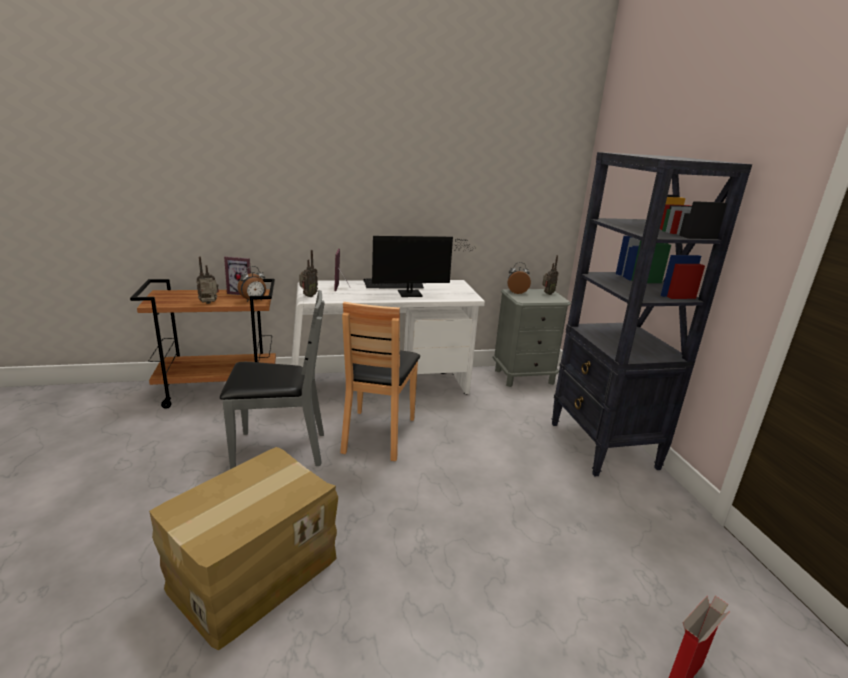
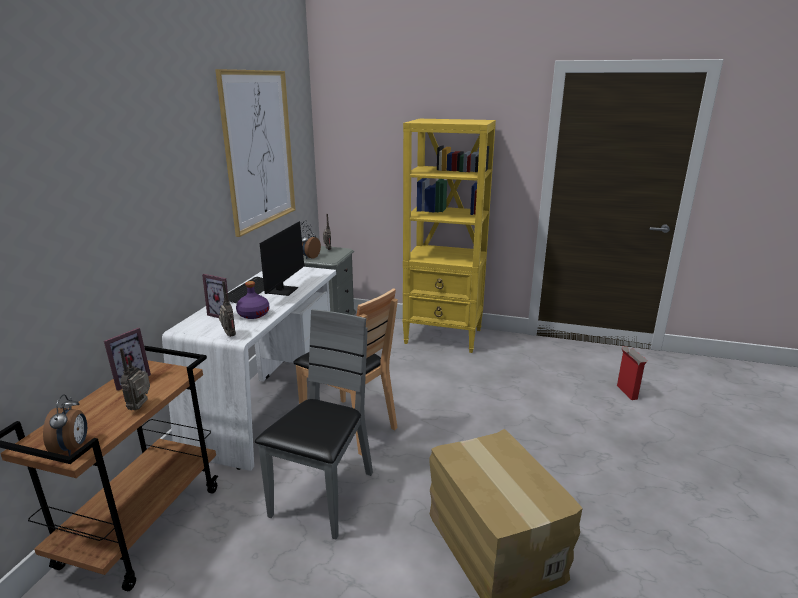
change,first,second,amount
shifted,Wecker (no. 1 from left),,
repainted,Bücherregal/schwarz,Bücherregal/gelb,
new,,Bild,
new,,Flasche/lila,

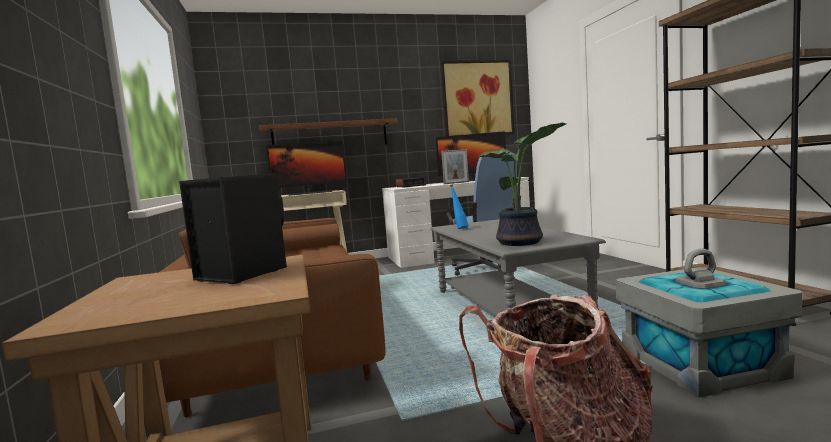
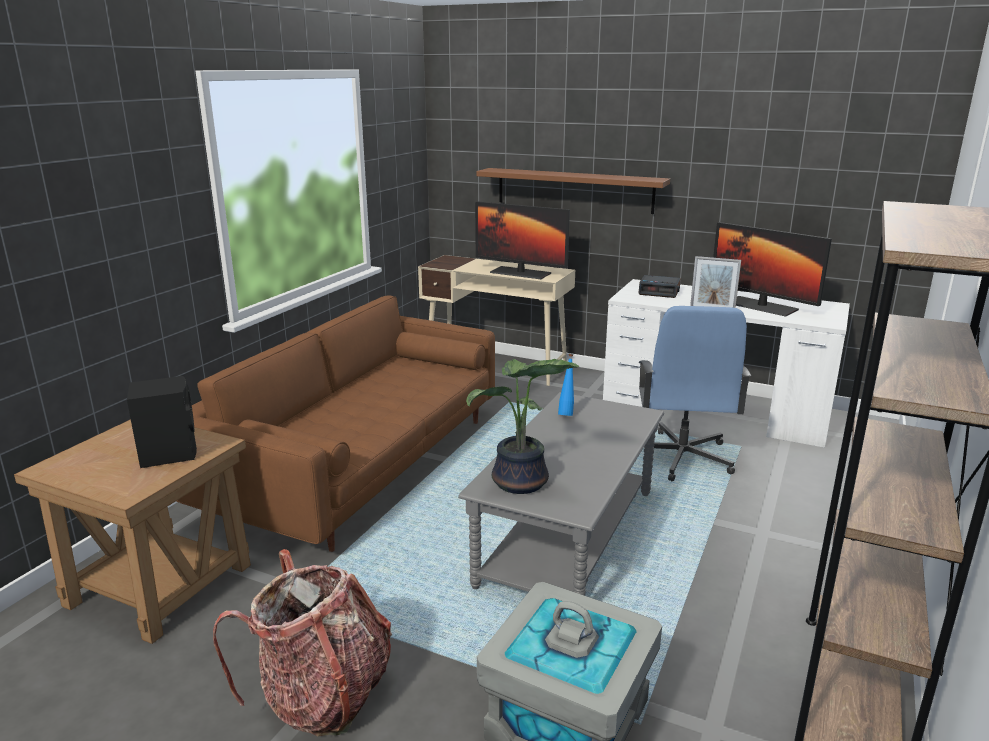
change,first,second,amount
gone,Bild,,

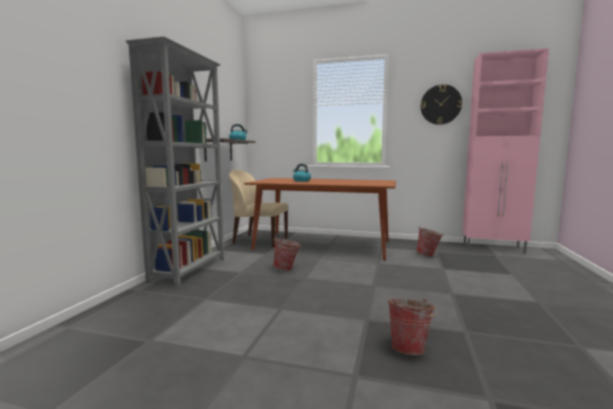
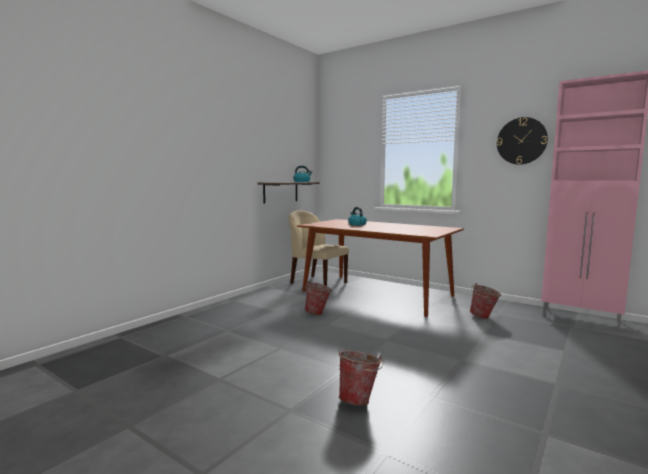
change,first,second,amount
gone,Bücherregal/grau,,

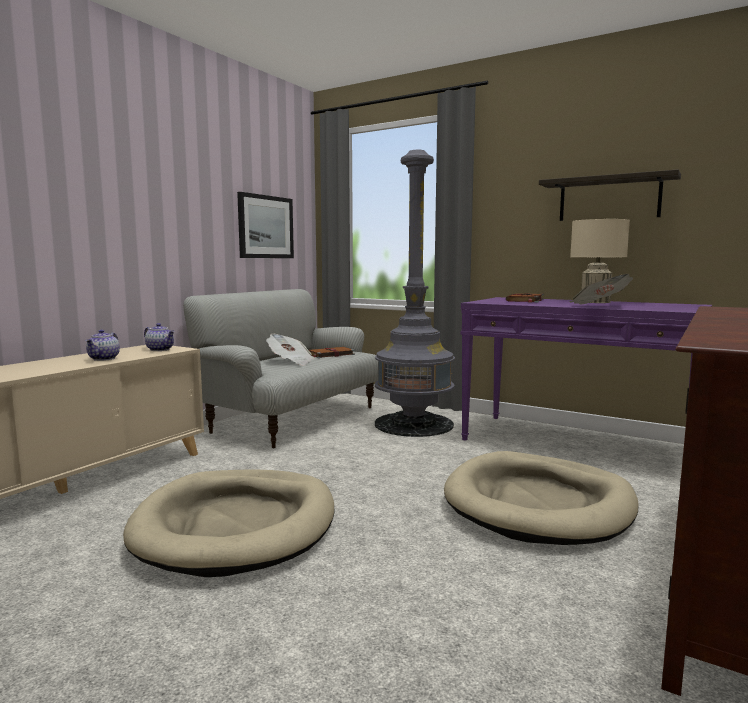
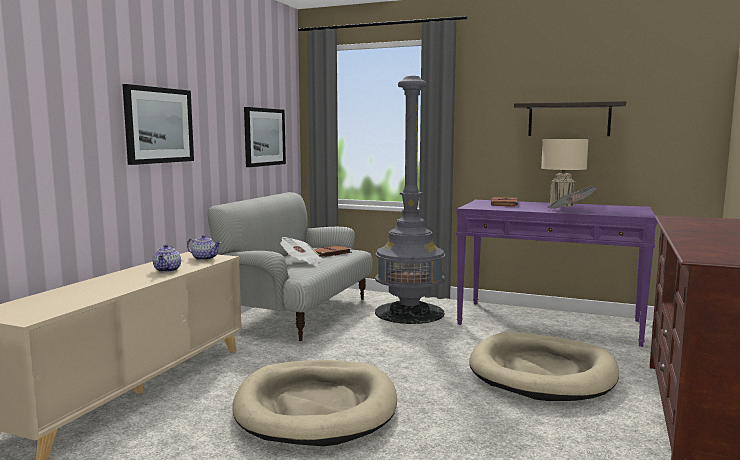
change,first,second,amount
new,,Bild (no. 1 from left),

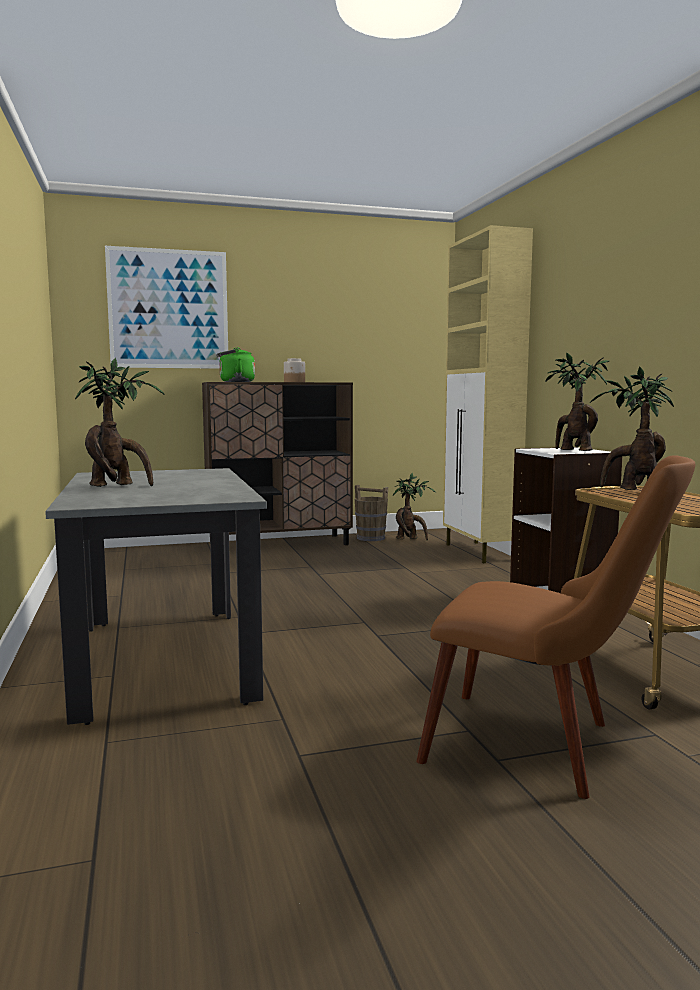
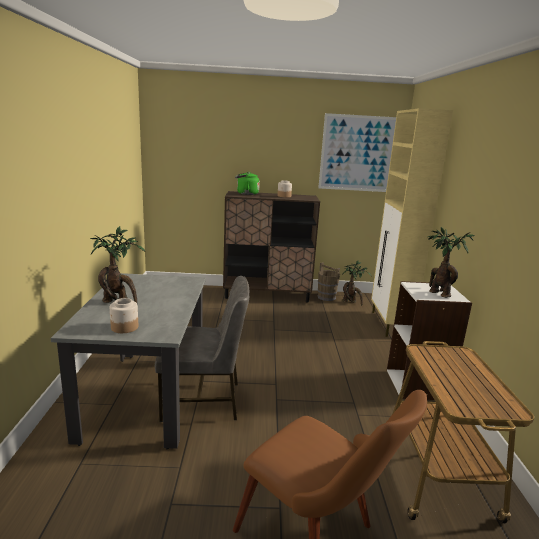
change,first,second,amount
shifted,Bild,,
gone,Topfpflanze (no. 4 from left),,
new,,Vorratsglas (no. 1 from left),
new,,Stuhl/grau,

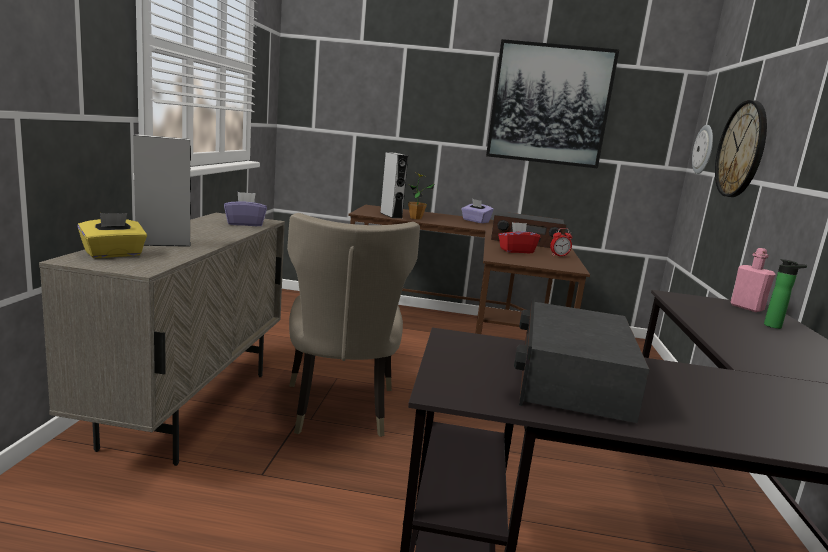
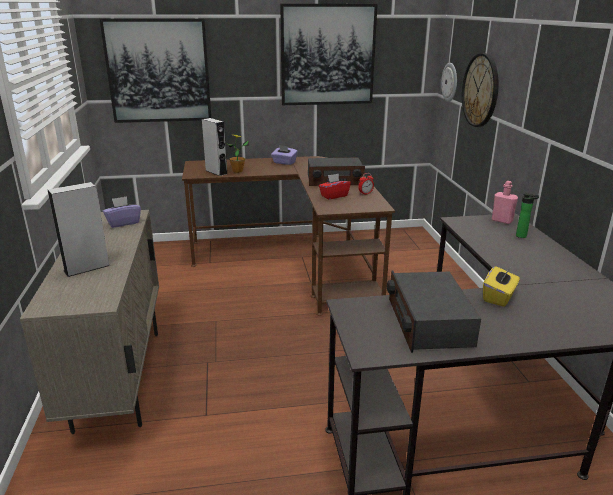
change,first,second,amount
shifted,Taschentuchbox/gelb,,
gone,Stuhl/beige,,
new,,Bild (no. 1 from left),

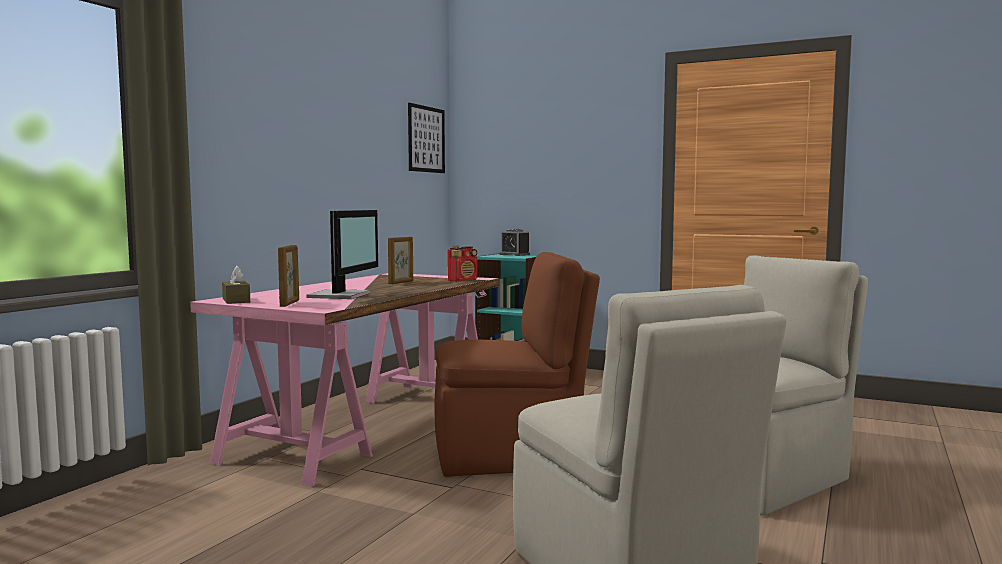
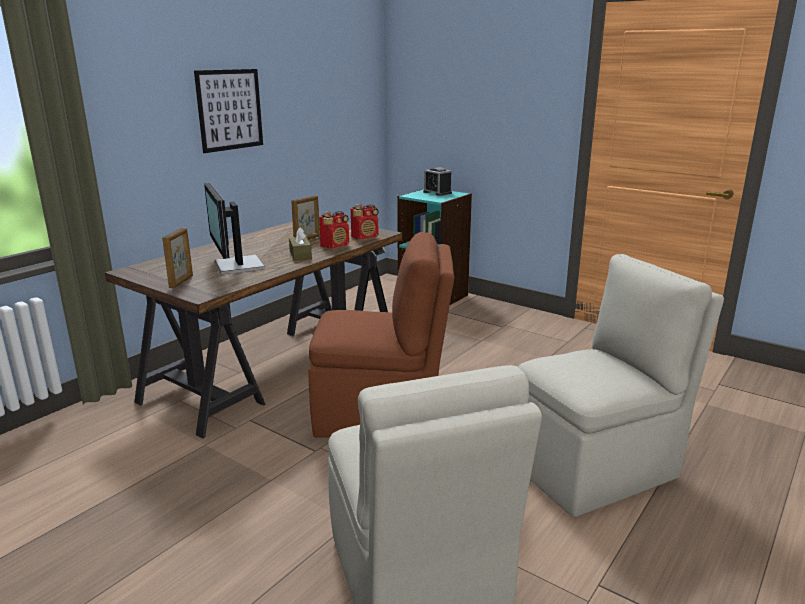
change,first,second,amount
repainted,Schreibtisch/rosa,Schreibtisch/braun,
shifted,Taschentuchbox/braun,,
rotated,Monitor,,135 degrees clockwise
shifted,Bild,,
new,,Radio (no. 1 from left),

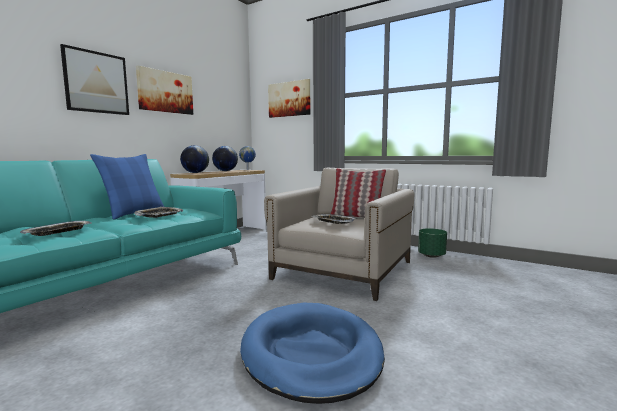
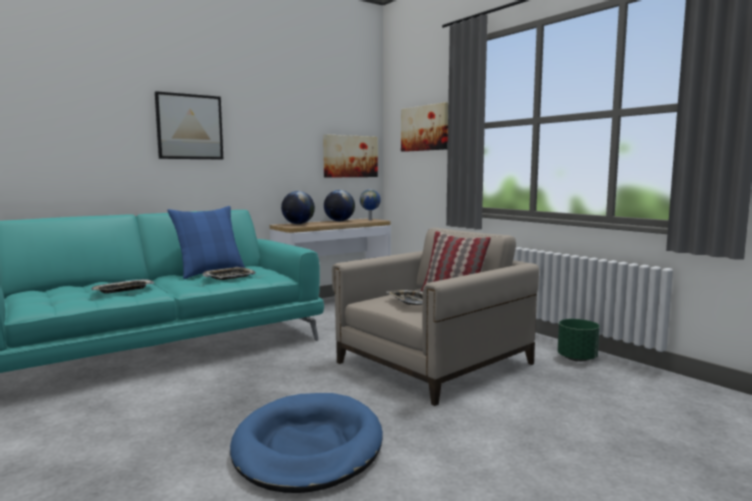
change,first,second,amount
shifted,Bild (no. 2 from left),,

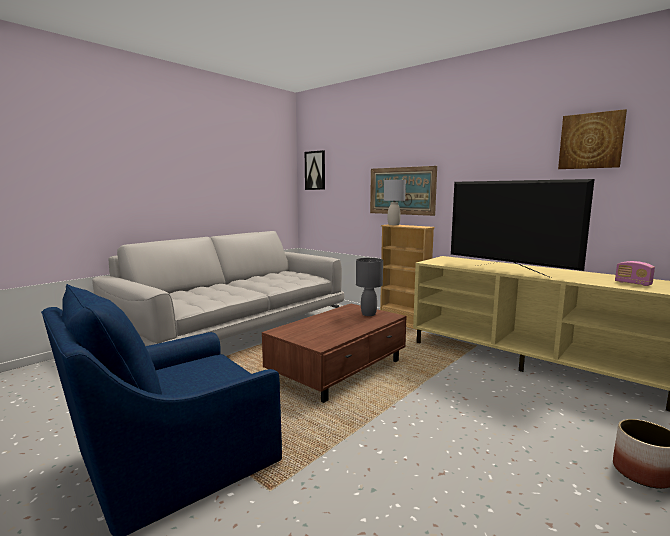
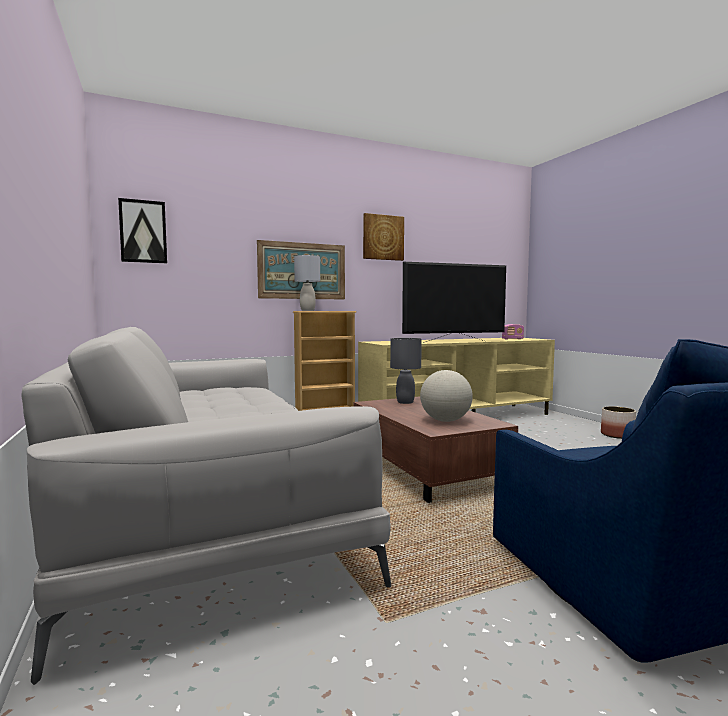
change,first,second,amount
shifted,Bild (no. 3 from left),,
new,,Globus,

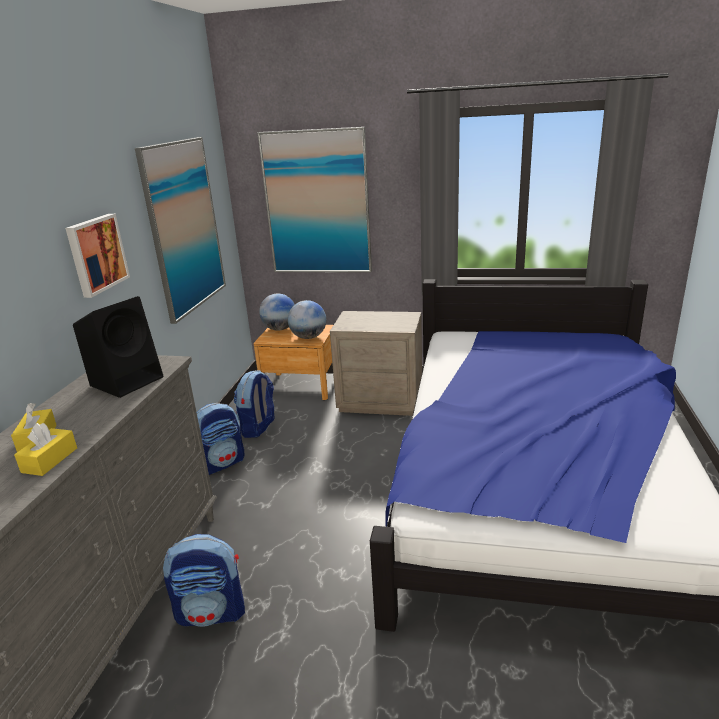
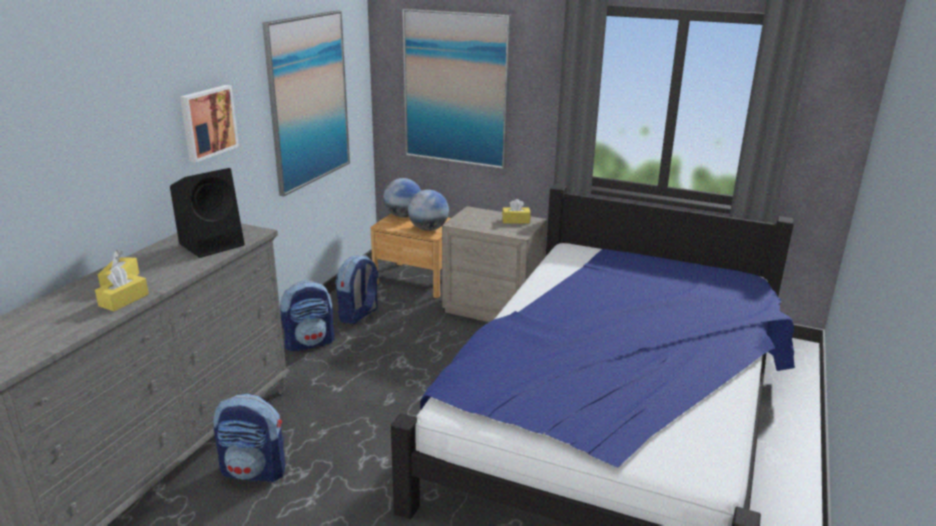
change,first,second,amount
new,,Taschentuchbox/gelb (no. 3 from left),

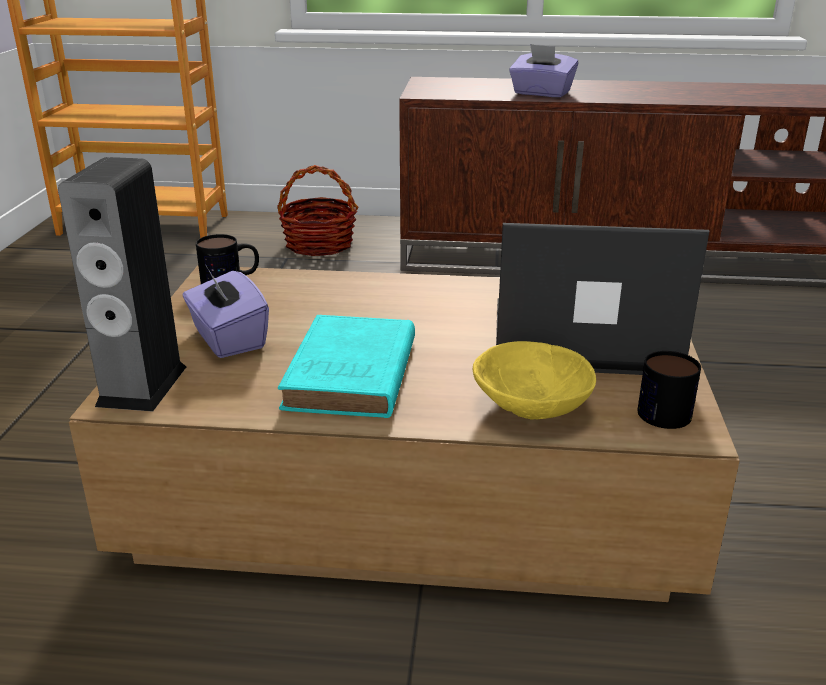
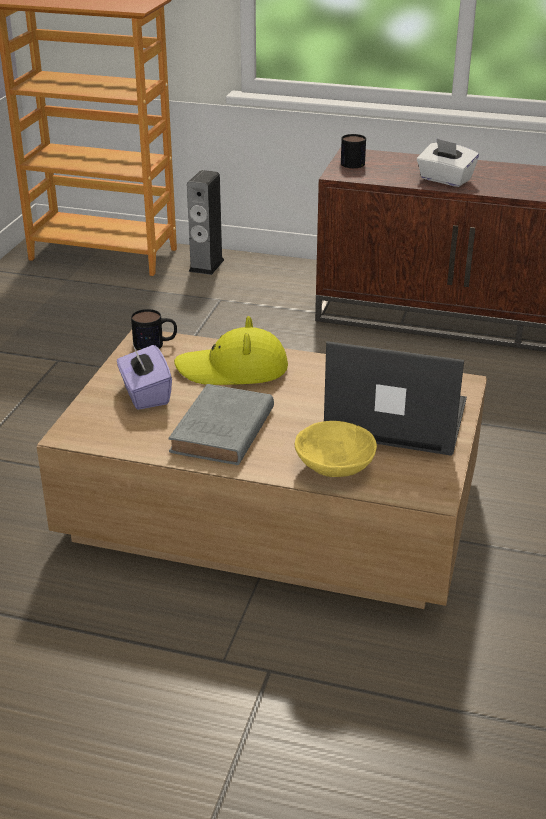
change,first,second,amount
shifted,Lautsprecher,,
gone,Korb,,
repainted,Buch/türkis,Buch/grau,
repainted,Taschentuchbox/lila (no. 2 from left),Taschentuchbox/weiß,
shifted,Henkelbecher (no. 2 from left),,
new,,Hut/gelb,

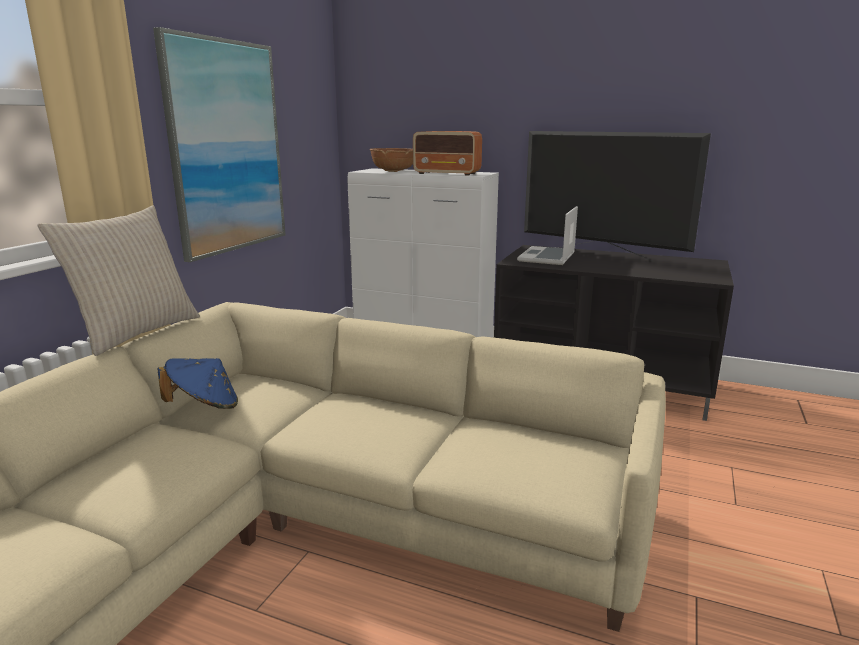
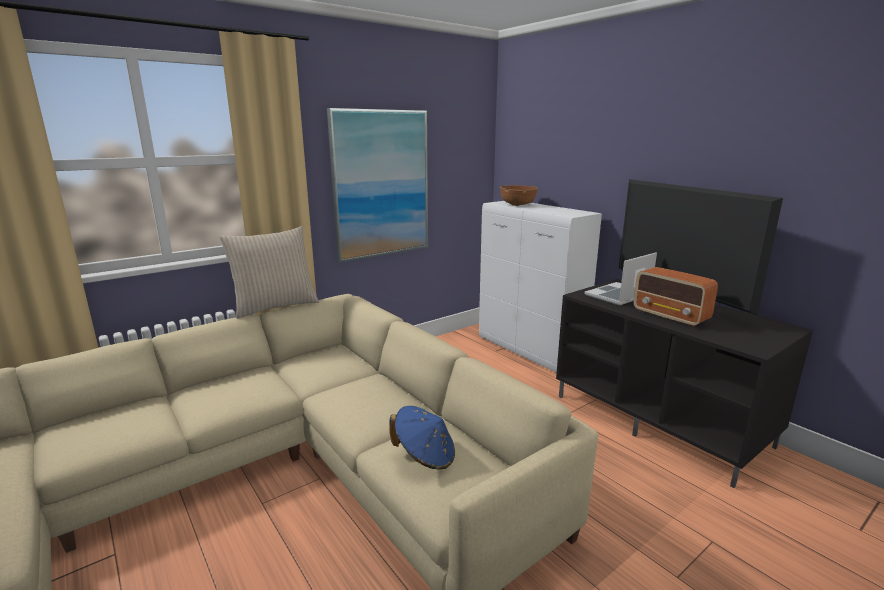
change,first,second,amount
shifted,Hut/blau,,
shifted,Radio,,

